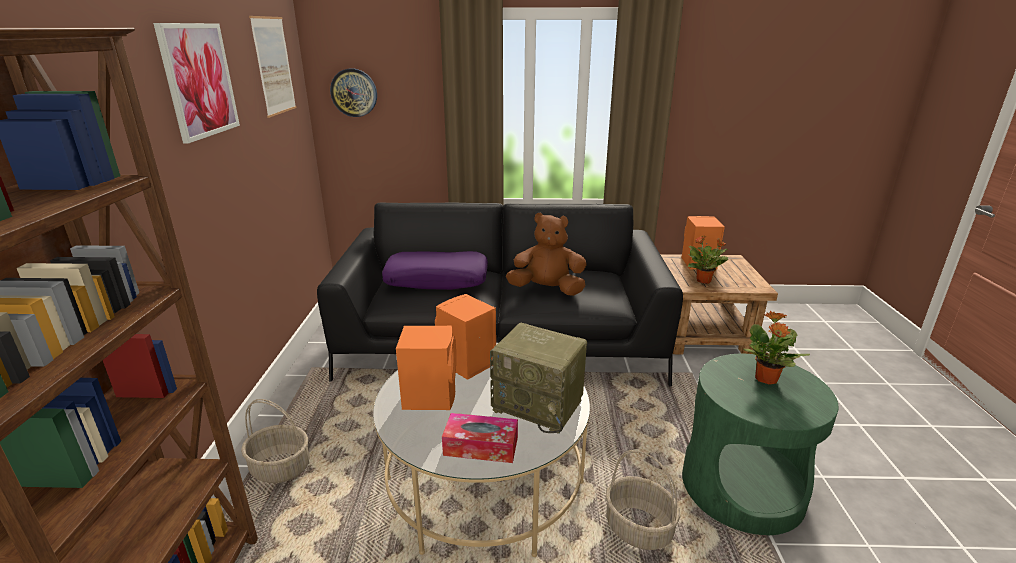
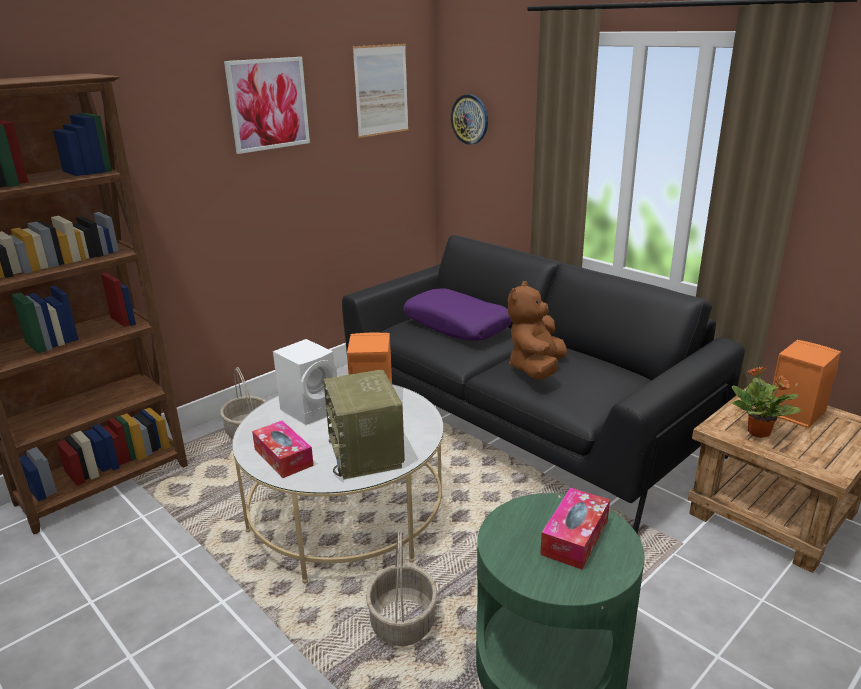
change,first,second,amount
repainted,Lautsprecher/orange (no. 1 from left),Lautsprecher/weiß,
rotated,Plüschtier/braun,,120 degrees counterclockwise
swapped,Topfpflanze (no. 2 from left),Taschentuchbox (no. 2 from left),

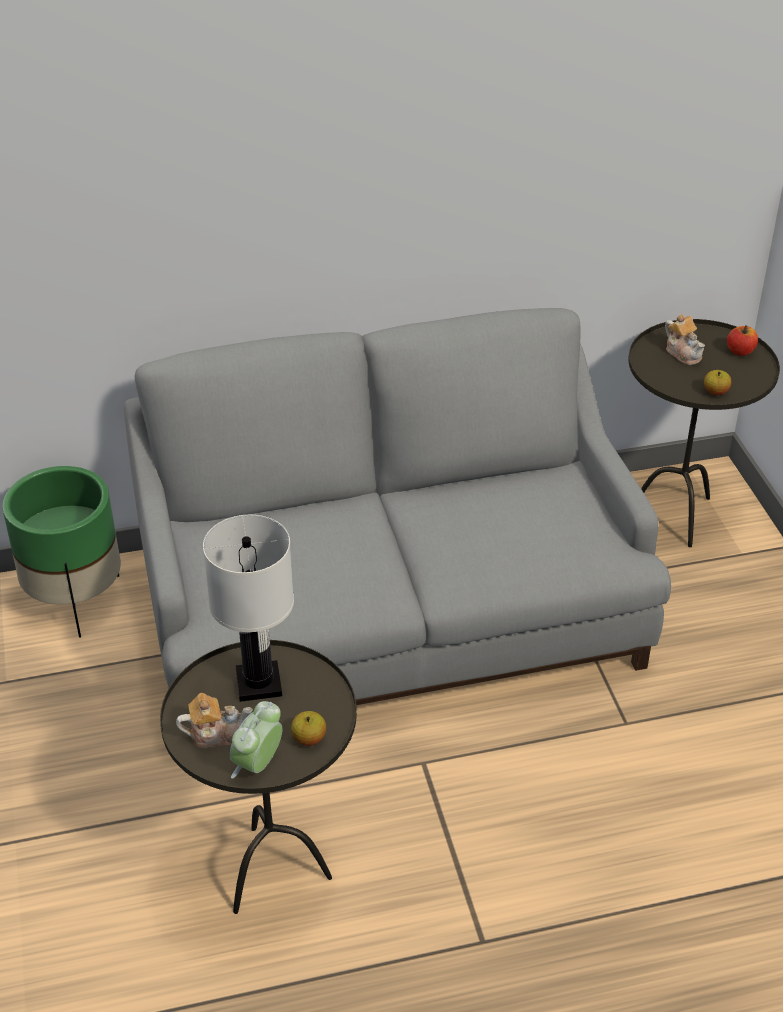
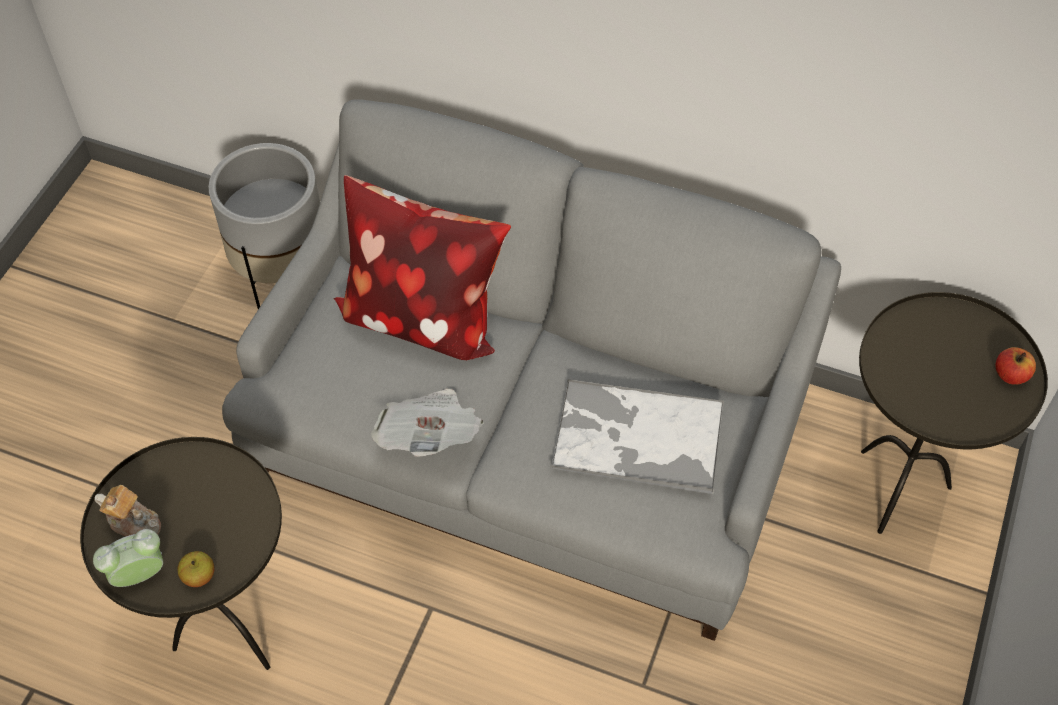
change,first,second,amount
repainted,Pflanzkübel/grün,Pflanzkübel/grau,
gone,Tischlampe/weiß,,
gone,Teekanne (no. 2 from left),,
gone,Apfel (no. 2 from left),,
new,,Kissen,
new,,Zeitung,
new,,Tablett,

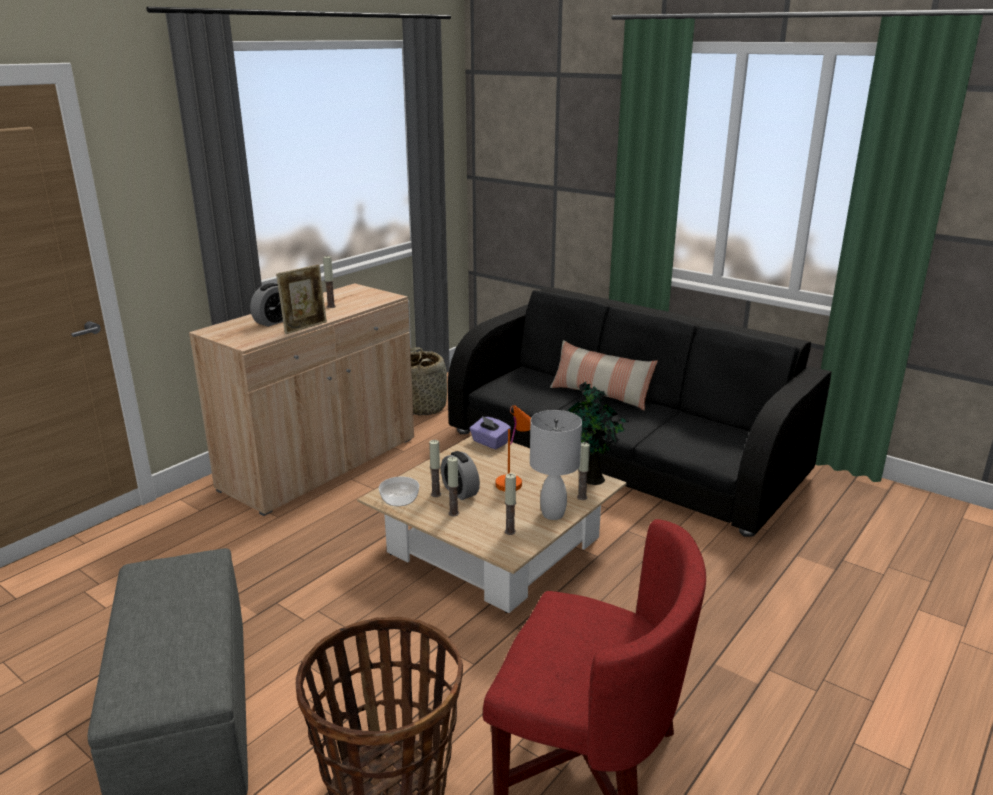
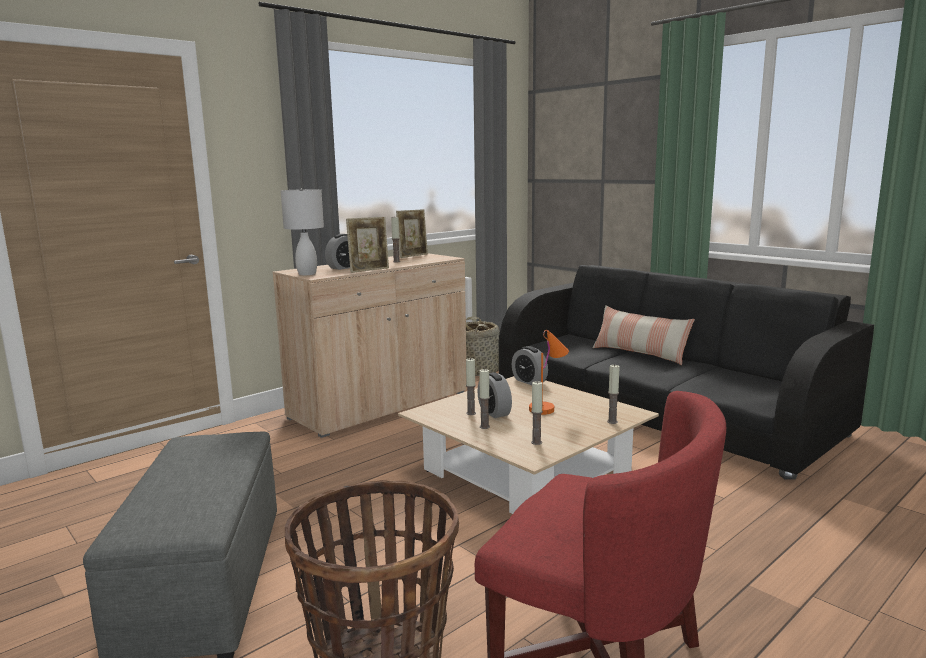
change,first,second,amount
gone,Schüssel,,
swapped,Taschentuchbox/lila,Wecker (no. 3 from left),
shifted,Tischlampe/weiß,,
gone,Topfpflanze,,
new,,Bilderrahmen (no. 2 from left),

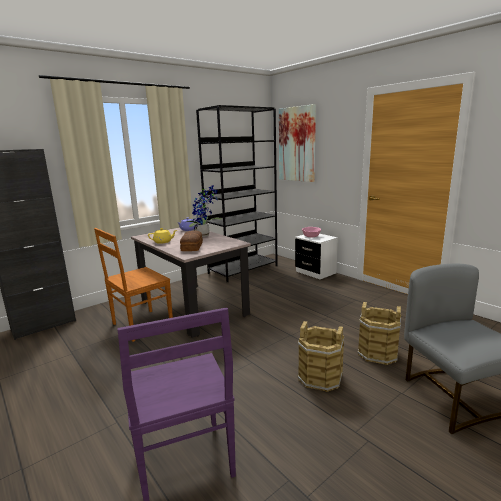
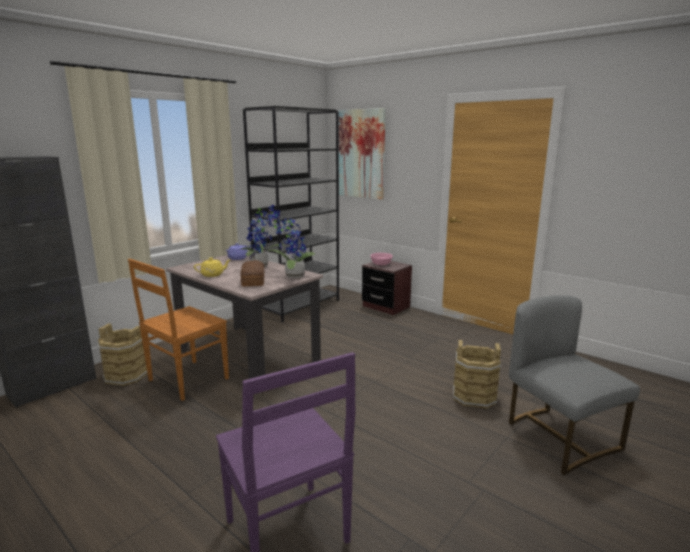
change,first,second,amount
repainted,Nachttisch/weiß,Nachttisch/braun,
shifted,Eimer/braun (no. 1 from left),,
new,,Topfpflanze (no. 2 from left),

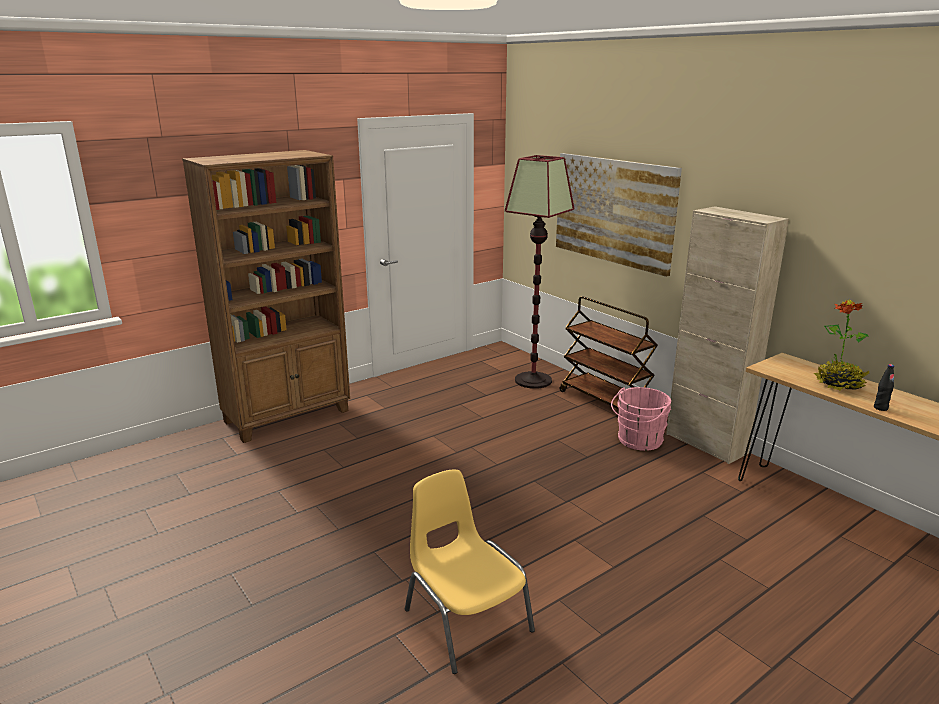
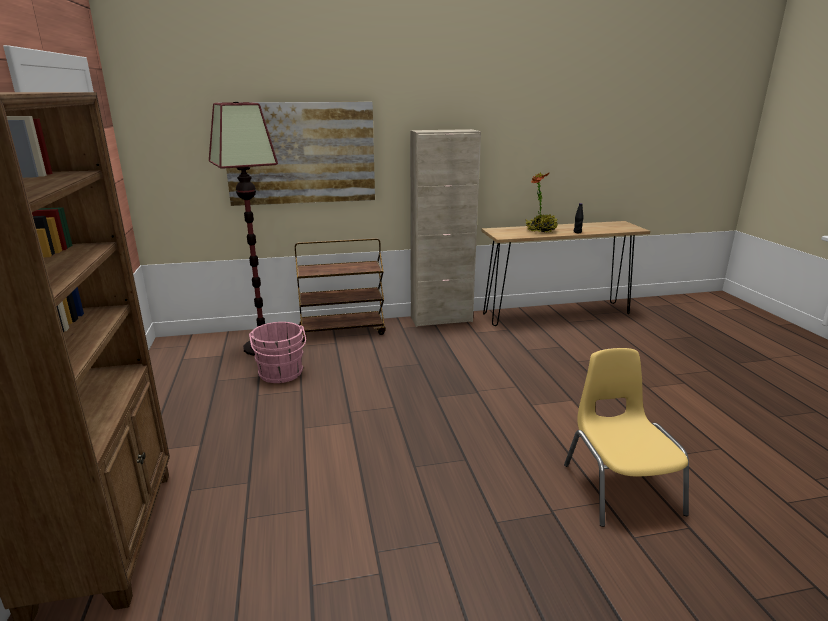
change,first,second,amount
rotated,Stuhl/gelb,,90 degrees clockwise
shifted,Eimer/rosa,,

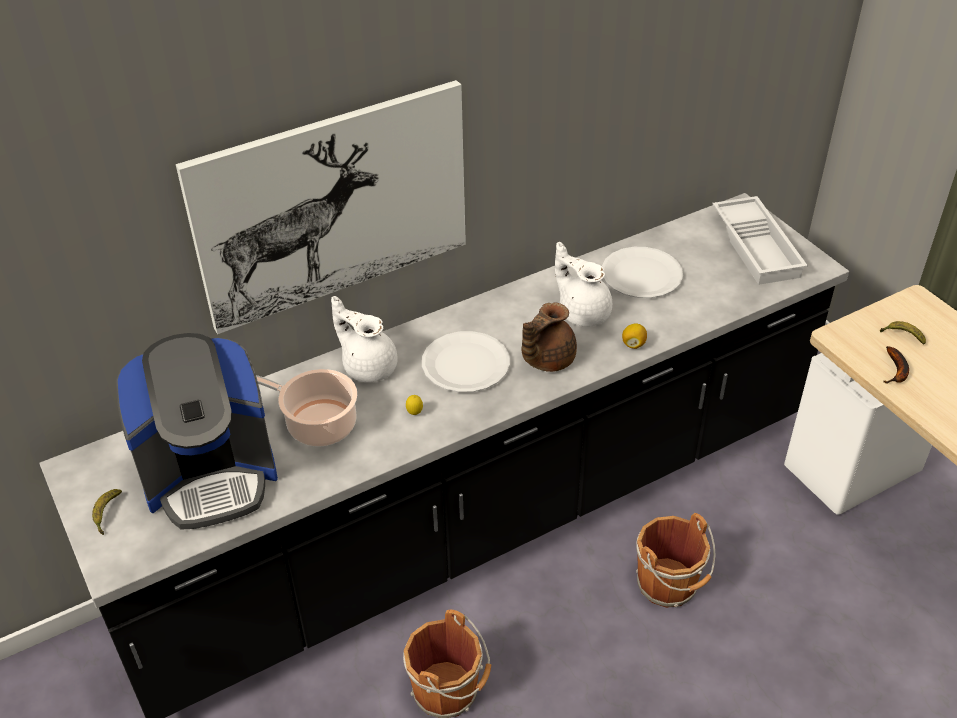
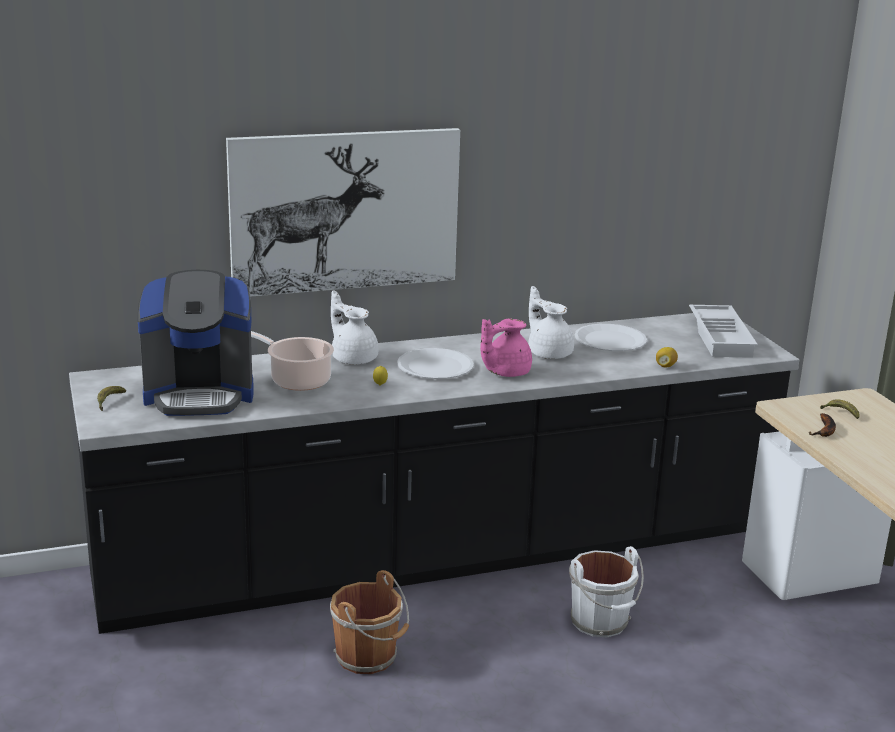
change,first,second,amount
repainted,Teekanne/braun,Teekanne/rosa,
shifted,Zitrone (no. 2 from left),,
repainted,Eimer/braun (no. 2 from left),Eimer/weiß,

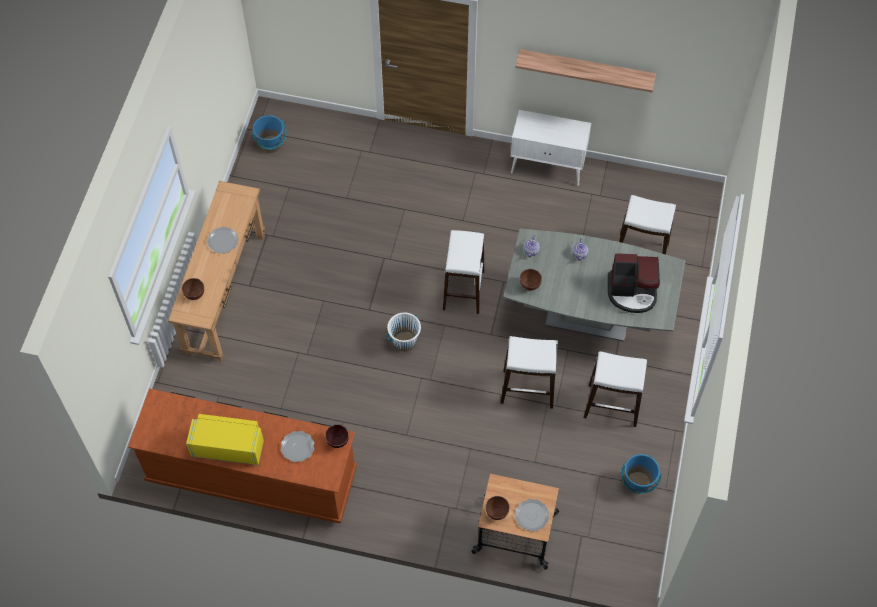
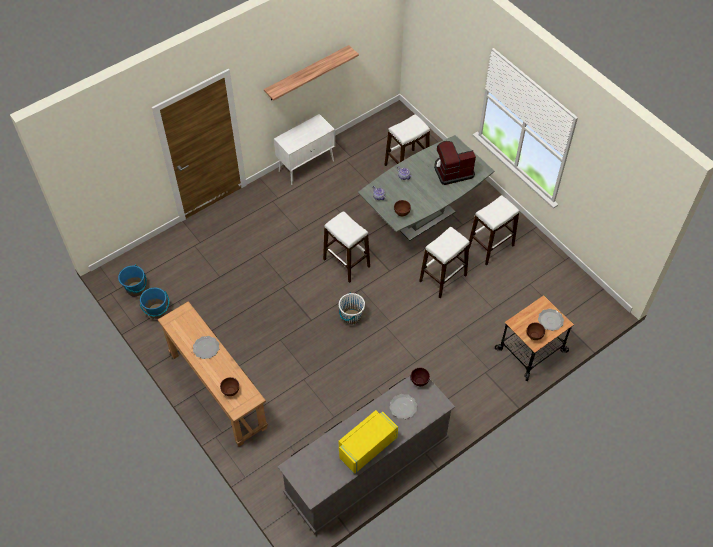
change,first,second,amount
repainted,Kommode/braun,Kommode/grau,
rotated,Kaffeemaschine,,150 degrees counterclockwise
shifted,Eimer/blau (no. 2 from left),,

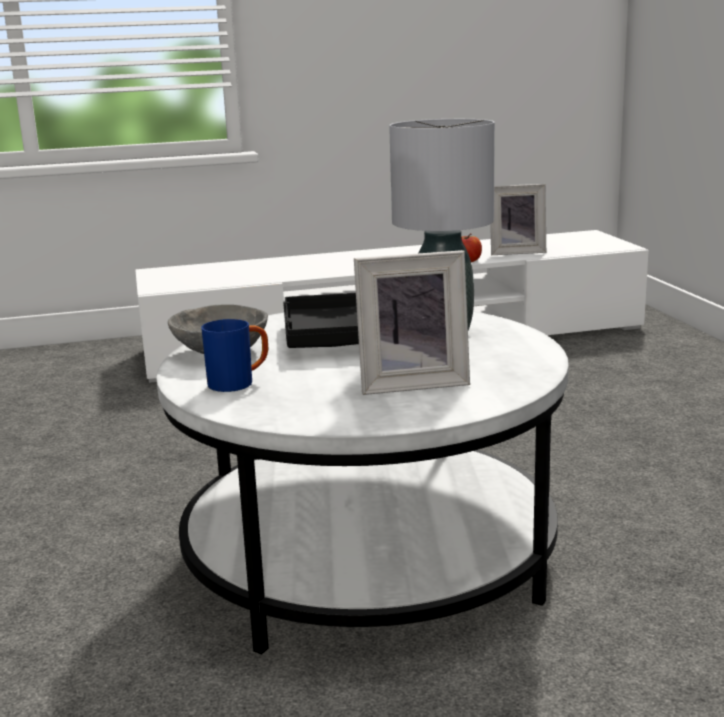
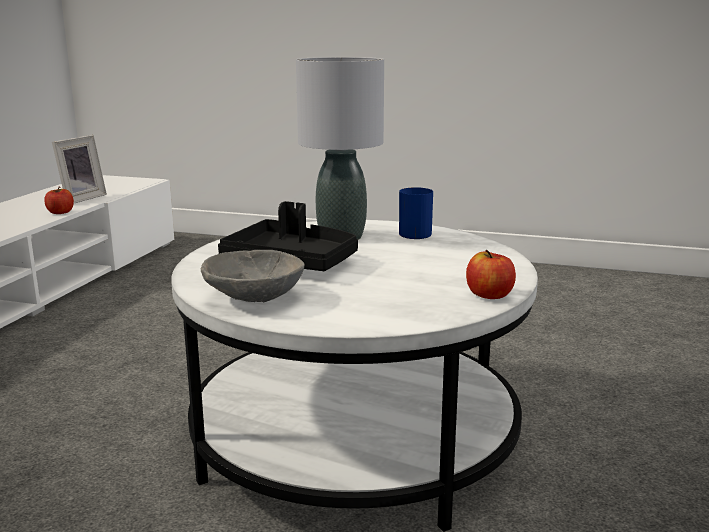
change,first,second,amount
shifted,Henkelbecher/blau,,
gone,Bilderrahmen (no. 1 from left),,
new,,Apfel (no. 2 from left),

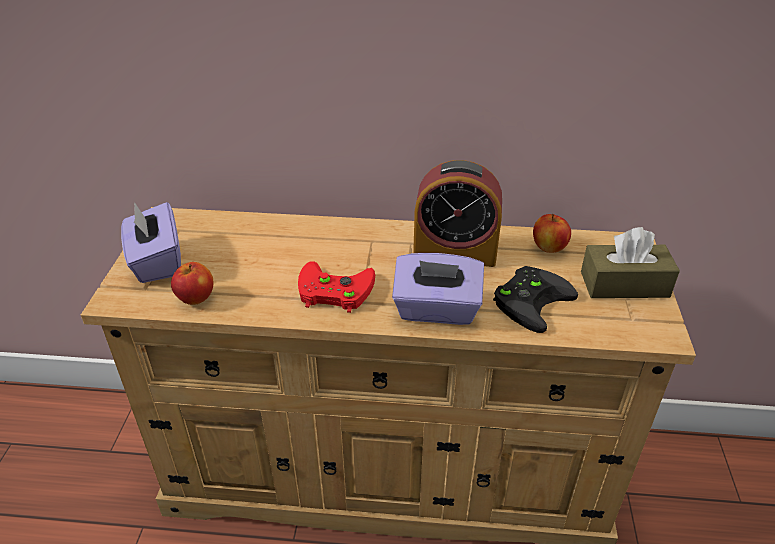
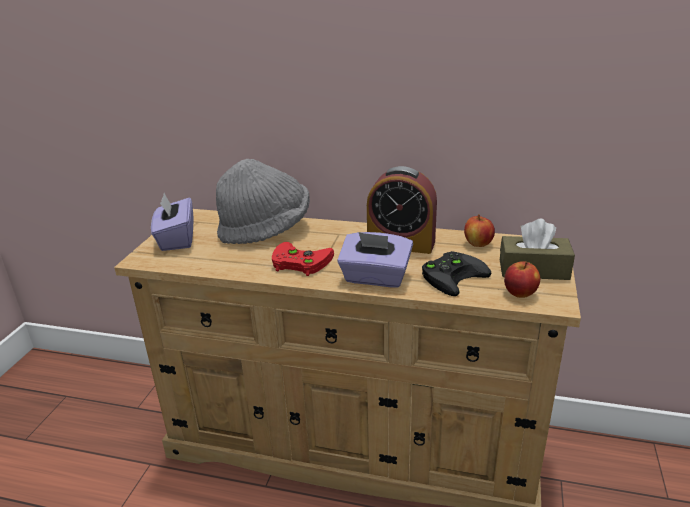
change,first,second,amount
shifted,Apfel (no. 1 from left in the first image),Apfel (no. 2 from left),
new,,Hut/grau,

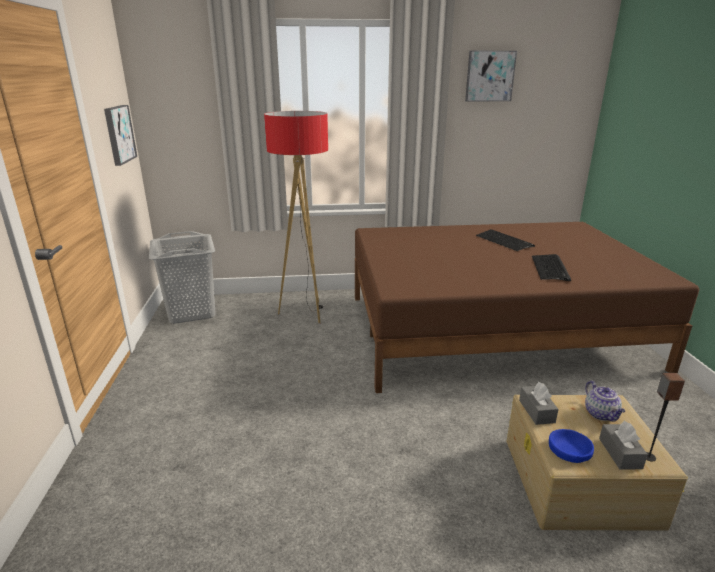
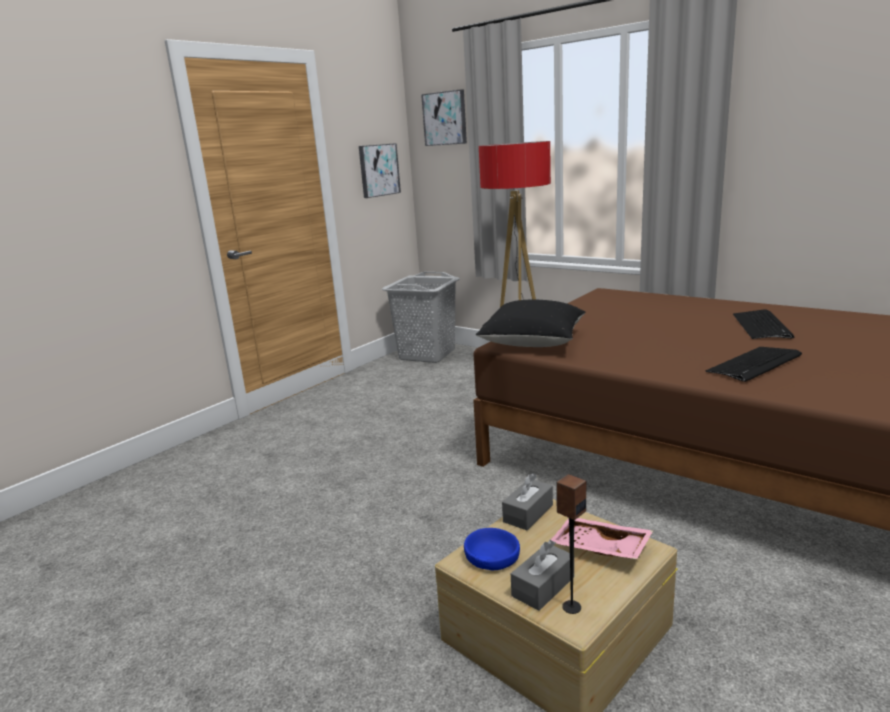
change,first,second,amount
shifted,Bild (no. 2 from left),,
swapped,Teekanne,Tablett/rosa,
new,,Kissen/schwarz,

